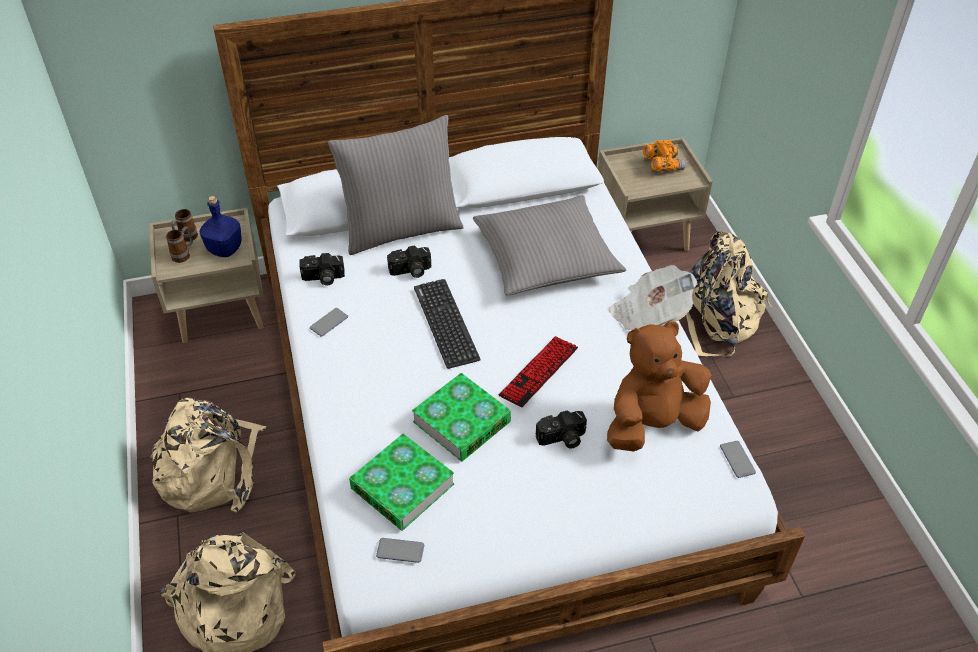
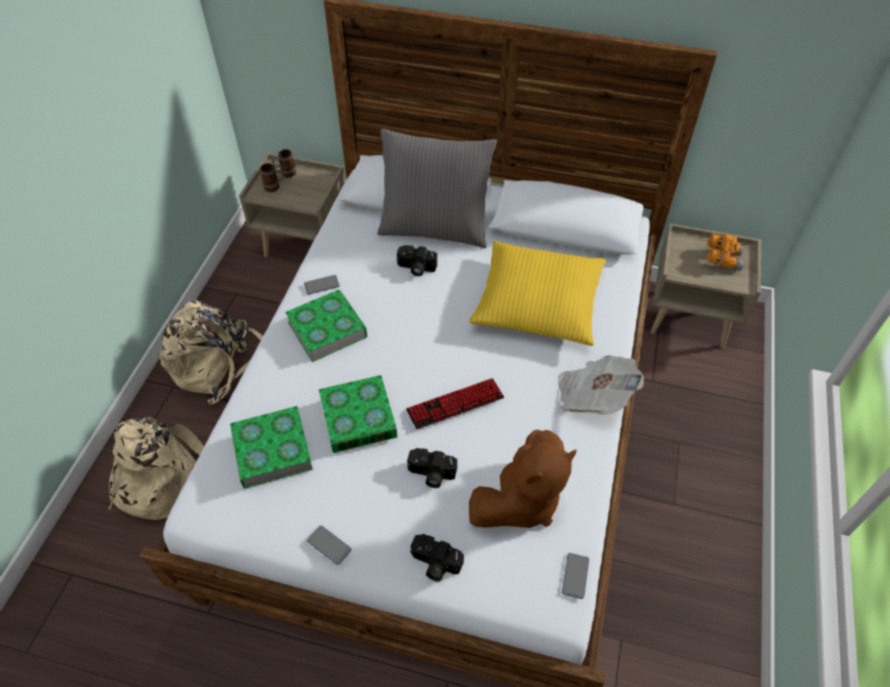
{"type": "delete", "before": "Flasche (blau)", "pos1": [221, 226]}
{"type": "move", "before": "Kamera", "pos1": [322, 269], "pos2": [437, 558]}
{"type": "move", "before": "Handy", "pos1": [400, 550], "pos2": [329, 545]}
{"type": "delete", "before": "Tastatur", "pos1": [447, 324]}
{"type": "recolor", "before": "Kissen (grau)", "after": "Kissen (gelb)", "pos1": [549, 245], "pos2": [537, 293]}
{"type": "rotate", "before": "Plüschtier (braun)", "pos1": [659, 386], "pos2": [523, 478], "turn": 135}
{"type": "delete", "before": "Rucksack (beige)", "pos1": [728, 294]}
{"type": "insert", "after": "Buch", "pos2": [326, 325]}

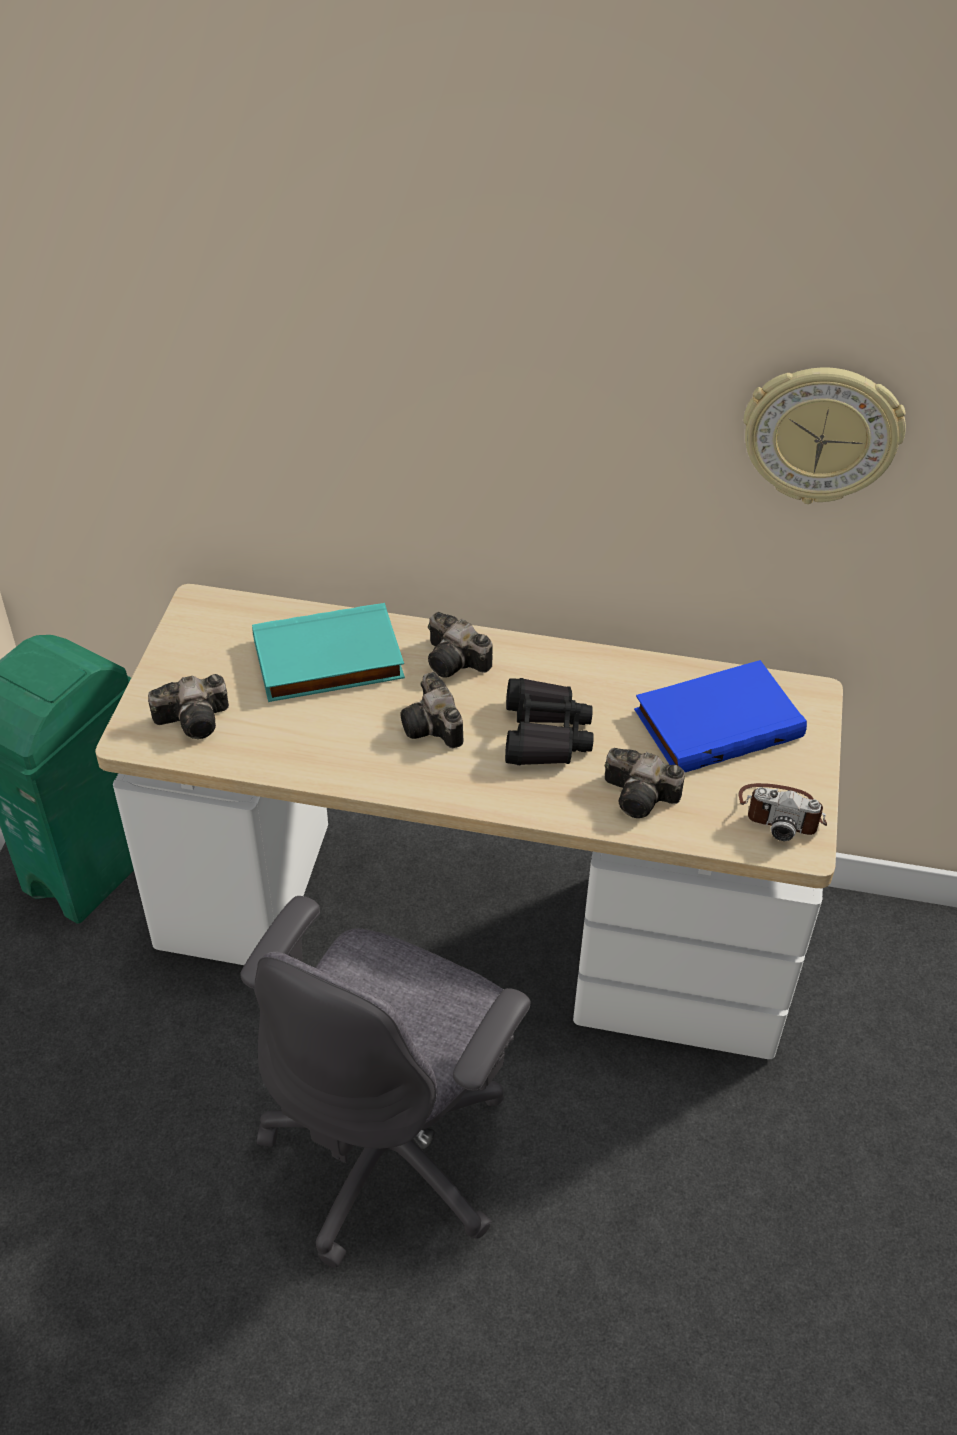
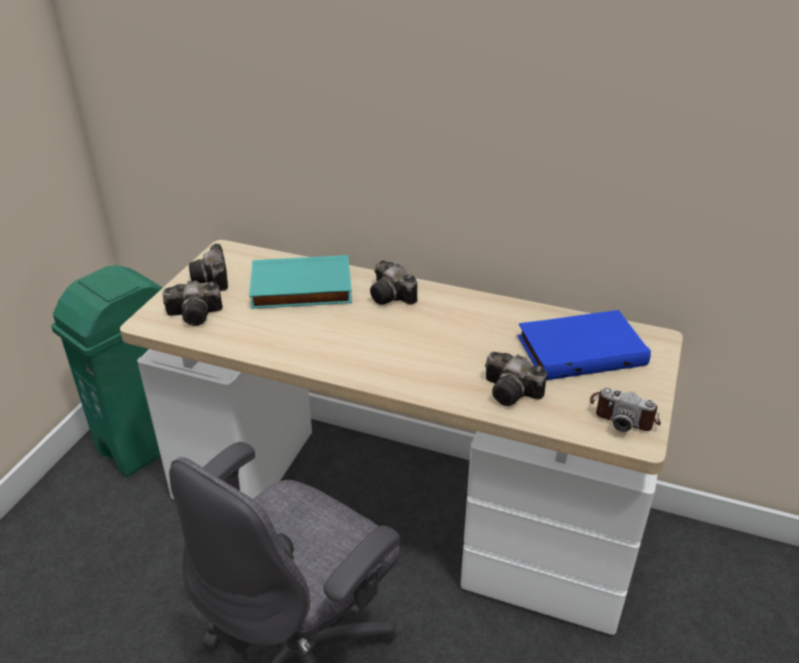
{"type": "move", "before": "Kamera", "pos1": [432, 710], "pos2": [208, 267]}
{"type": "delete", "before": "Fernglas (schwarz)", "pos1": [549, 721]}
{"type": "delete", "before": "Wanduhr", "pos1": [824, 436]}

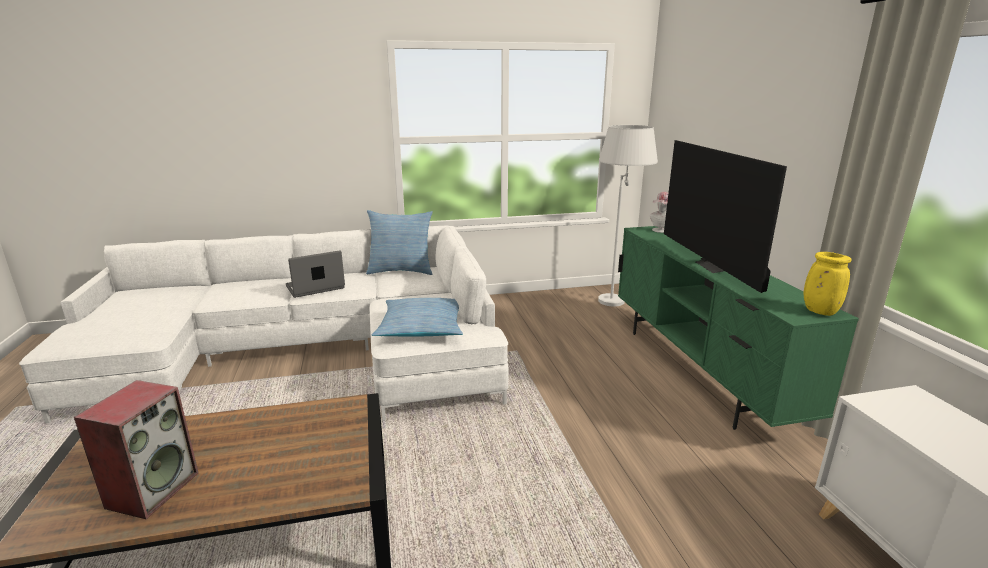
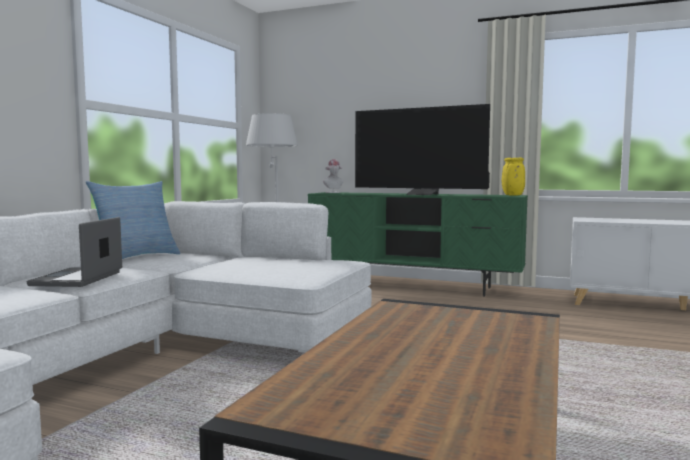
{"type": "delete", "before": "Lautsprecher", "pos1": [136, 449]}
{"type": "delete", "before": "Kissen", "pos1": [417, 317]}

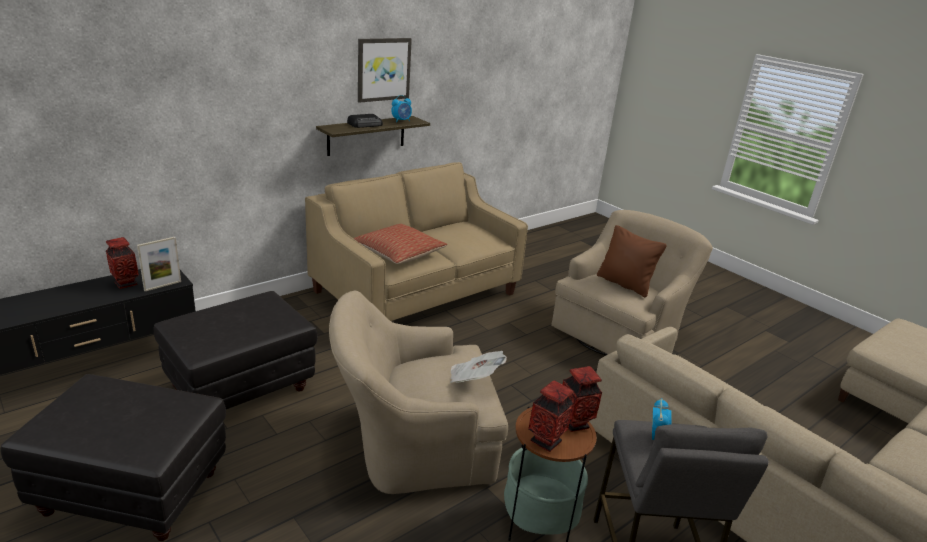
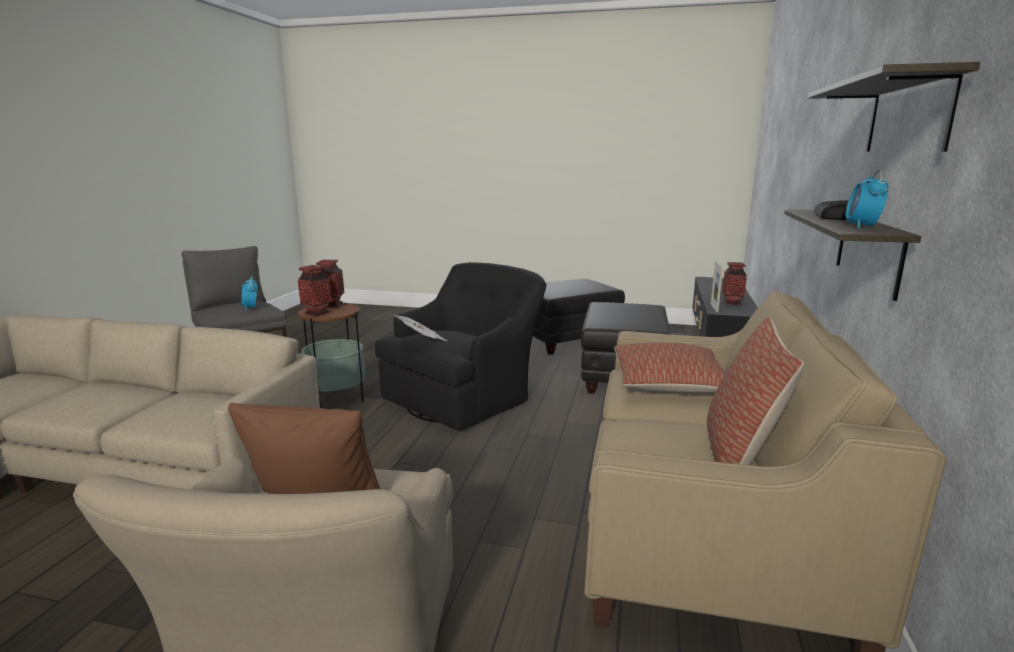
{"type": "recolor", "before": "Sessel (beige)", "after": "Sessel (schwarz)", "pos1": [418, 392], "pos2": [461, 346]}
{"type": "replace", "before": "Bild", "after": "Wandregal", "pos1": [385, 70], "pos2": [893, 107]}
{"type": "insert", "after": "Kissen", "pos2": [755, 391]}

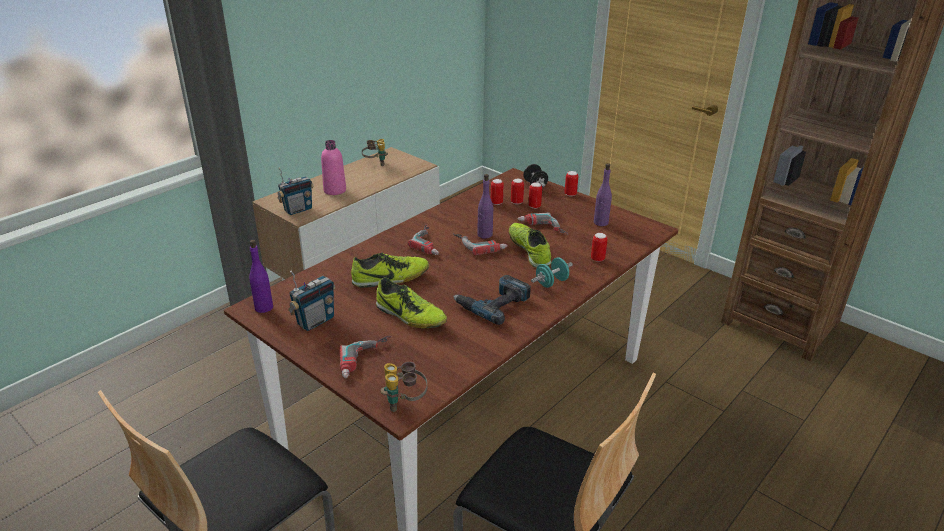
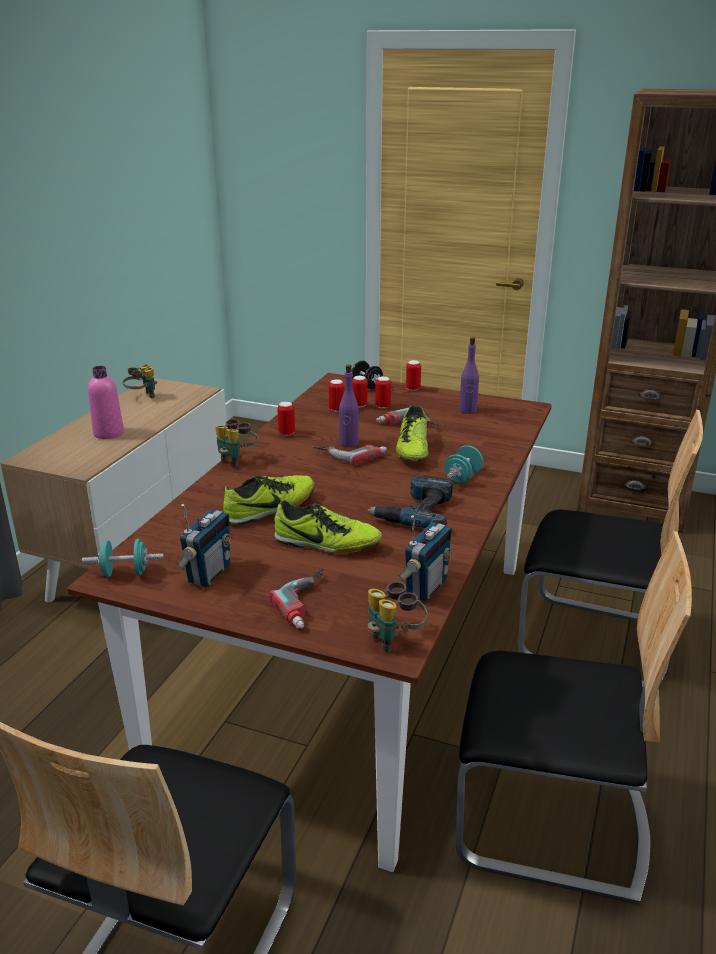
{"type": "replace", "before": "Flasche (lila)", "after": "Hantel (türkis)", "pos1": [261, 276], "pos2": [123, 558]}
{"type": "move", "before": "Radio", "pos1": [295, 191], "pos2": [424, 558]}
{"type": "delete", "before": "Bohrmaschine", "pos1": [423, 239]}
{"type": "rotate", "before": "Schuh", "pos1": [530, 245], "pos2": [412, 433], "turn": -135}
{"type": "move", "before": "Dose", "pos1": [599, 247], "pos2": [286, 418]}
{"type": "insert", "after": "Fernglas", "pos2": [236, 443]}
{"type": "insert", "after": "Stuhl", "pos2": [610, 550]}

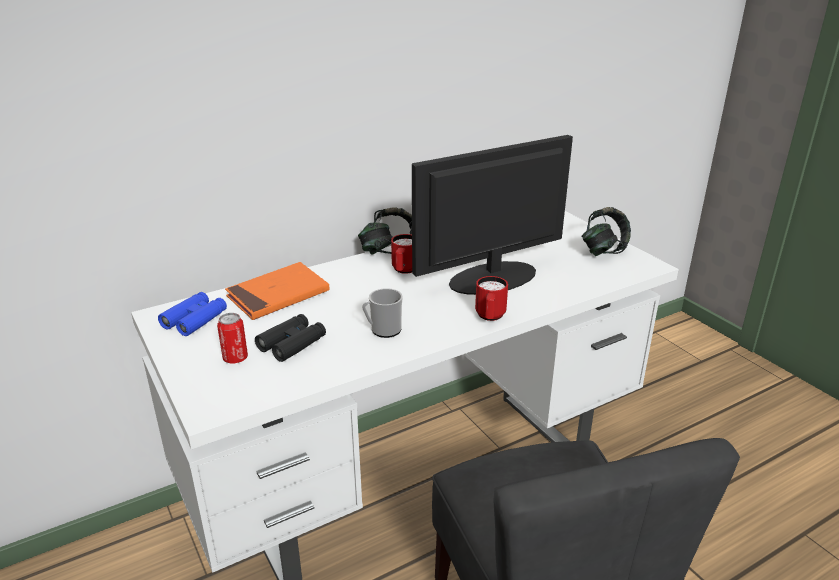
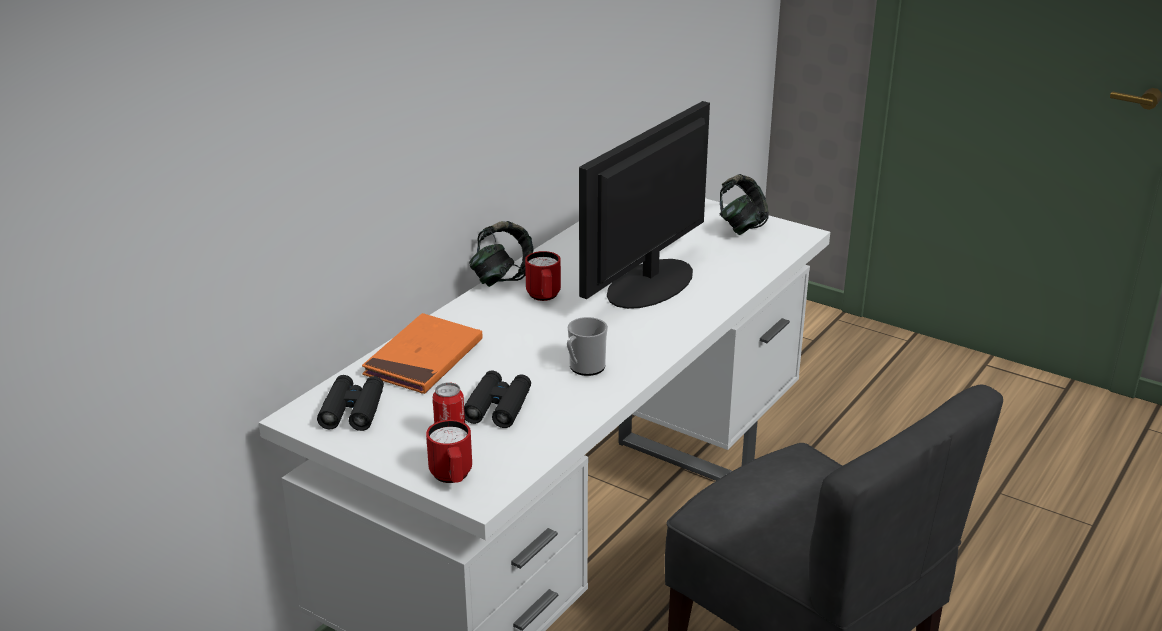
{"type": "recolor", "before": "Fernglas (blau)", "after": "Fernglas (schwarz)", "pos1": [192, 314], "pos2": [350, 403]}
{"type": "move", "before": "Henkelbecher (rot)", "pos1": [491, 298], "pos2": [449, 451]}

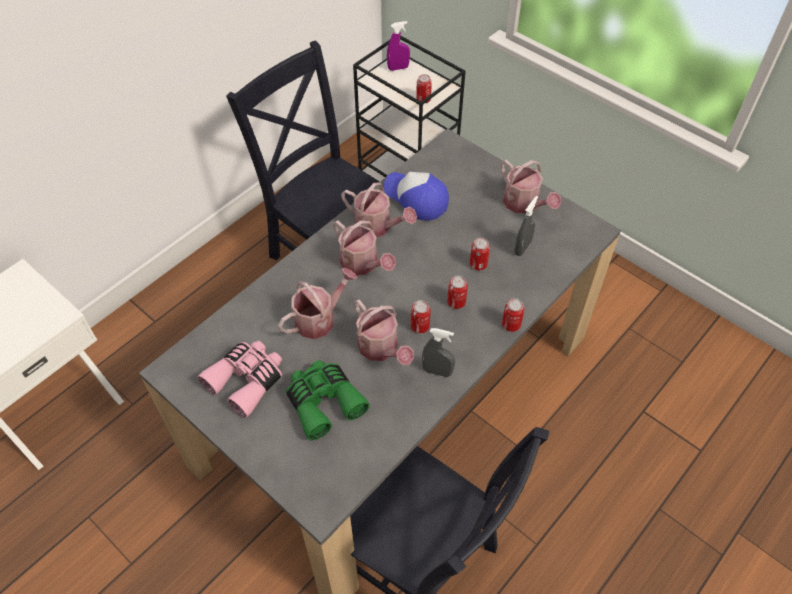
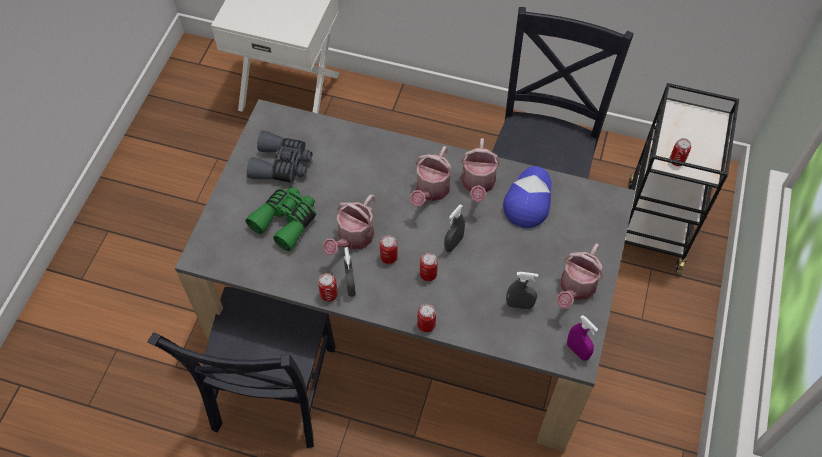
{"type": "recolor", "before": "Fernglas (rosa)", "after": "Fernglas (grau)", "pos1": [239, 379], "pos2": [279, 156]}
{"type": "delete", "before": "Gießkanne", "pos1": [318, 303]}
{"type": "move", "before": "Sprühflasche (lila)", "pos1": [398, 46], "pos2": [582, 338]}
{"type": "move", "before": "Dose", "pos1": [480, 254], "pos2": [328, 287]}
{"type": "insert", "after": "Sprühflasche (grau)", "pos2": [454, 228]}

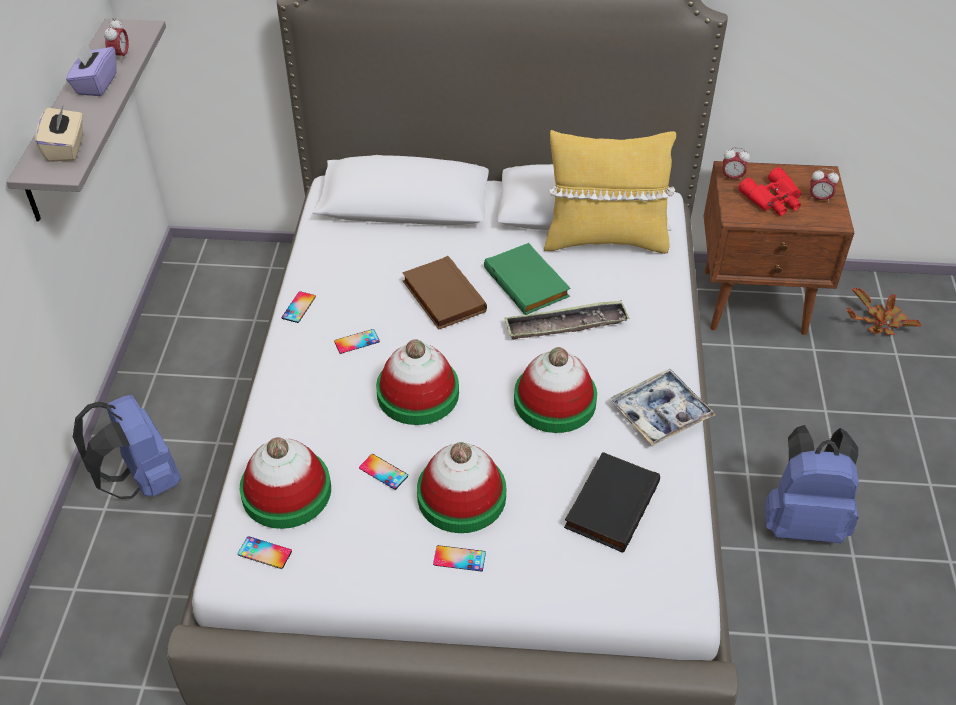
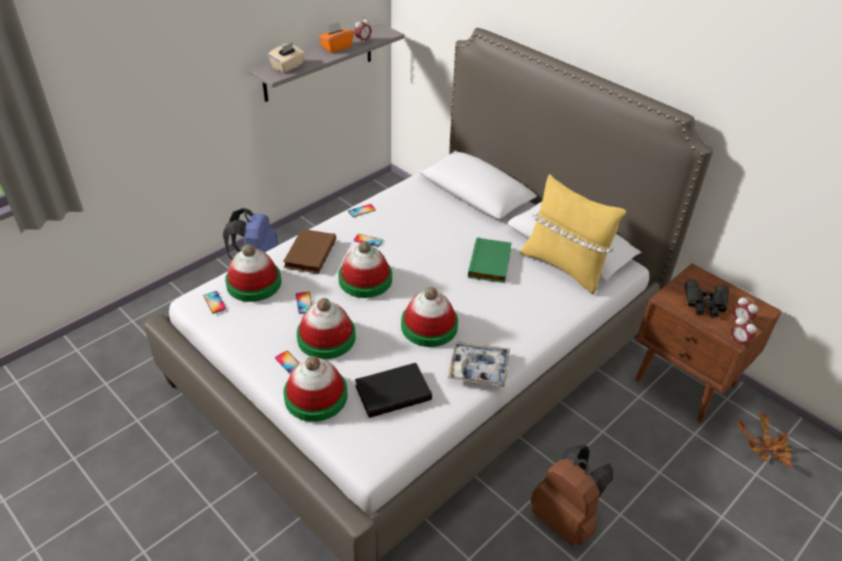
{"type": "recolor", "before": "Taschentuchbox (lila)", "after": "Taschentuchbox (orange)", "pos1": [91, 68], "pos2": [336, 37]}
{"type": "move", "before": "Buch (braun)", "pos1": [444, 293], "pos2": [309, 251]}
{"type": "delete", "before": "Tablett", "pos1": [567, 320]}
{"type": "move", "before": "Wecker", "pos1": [736, 164], "pos2": [743, 331]}
{"type": "recolor", "before": "Fernglas (rot)", "after": "Fernglas (schwarz)", "pos1": [770, 191], "pos2": [707, 298]}
{"type": "recolor", "before": "Rucksack (blau)", "after": "Rucksack (braun)", "pos1": [812, 484], "pos2": [572, 495]}
{"type": "insert", "after": "Hut", "pos2": [315, 389]}

